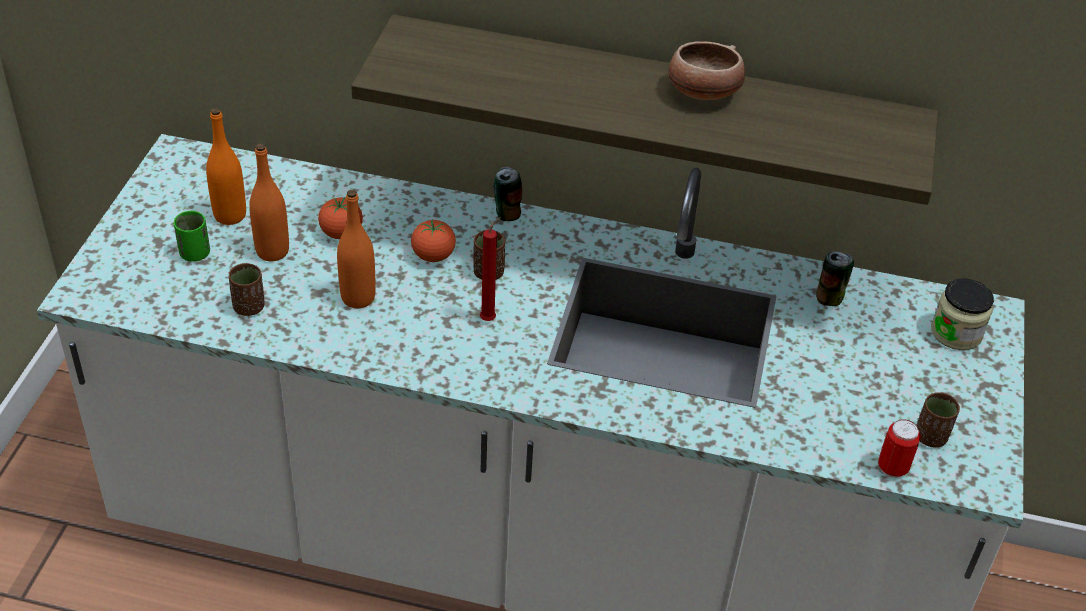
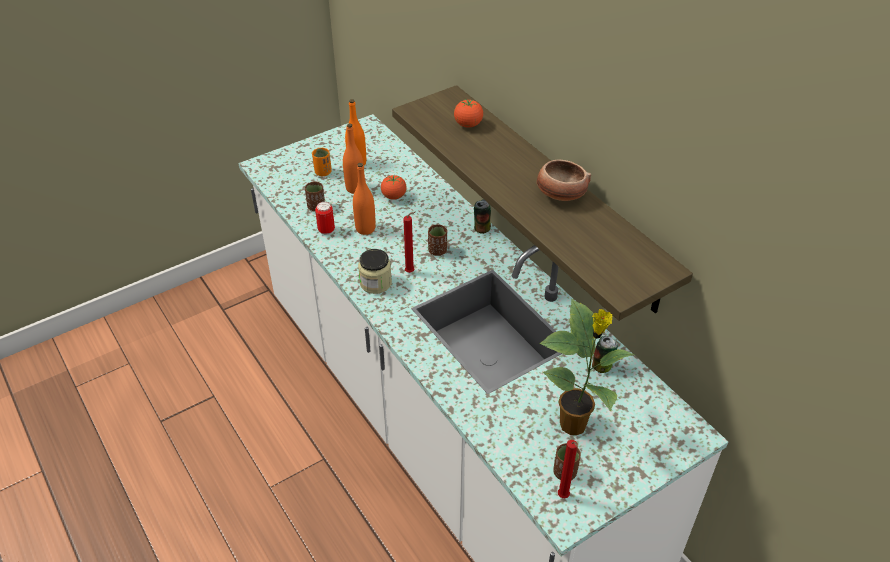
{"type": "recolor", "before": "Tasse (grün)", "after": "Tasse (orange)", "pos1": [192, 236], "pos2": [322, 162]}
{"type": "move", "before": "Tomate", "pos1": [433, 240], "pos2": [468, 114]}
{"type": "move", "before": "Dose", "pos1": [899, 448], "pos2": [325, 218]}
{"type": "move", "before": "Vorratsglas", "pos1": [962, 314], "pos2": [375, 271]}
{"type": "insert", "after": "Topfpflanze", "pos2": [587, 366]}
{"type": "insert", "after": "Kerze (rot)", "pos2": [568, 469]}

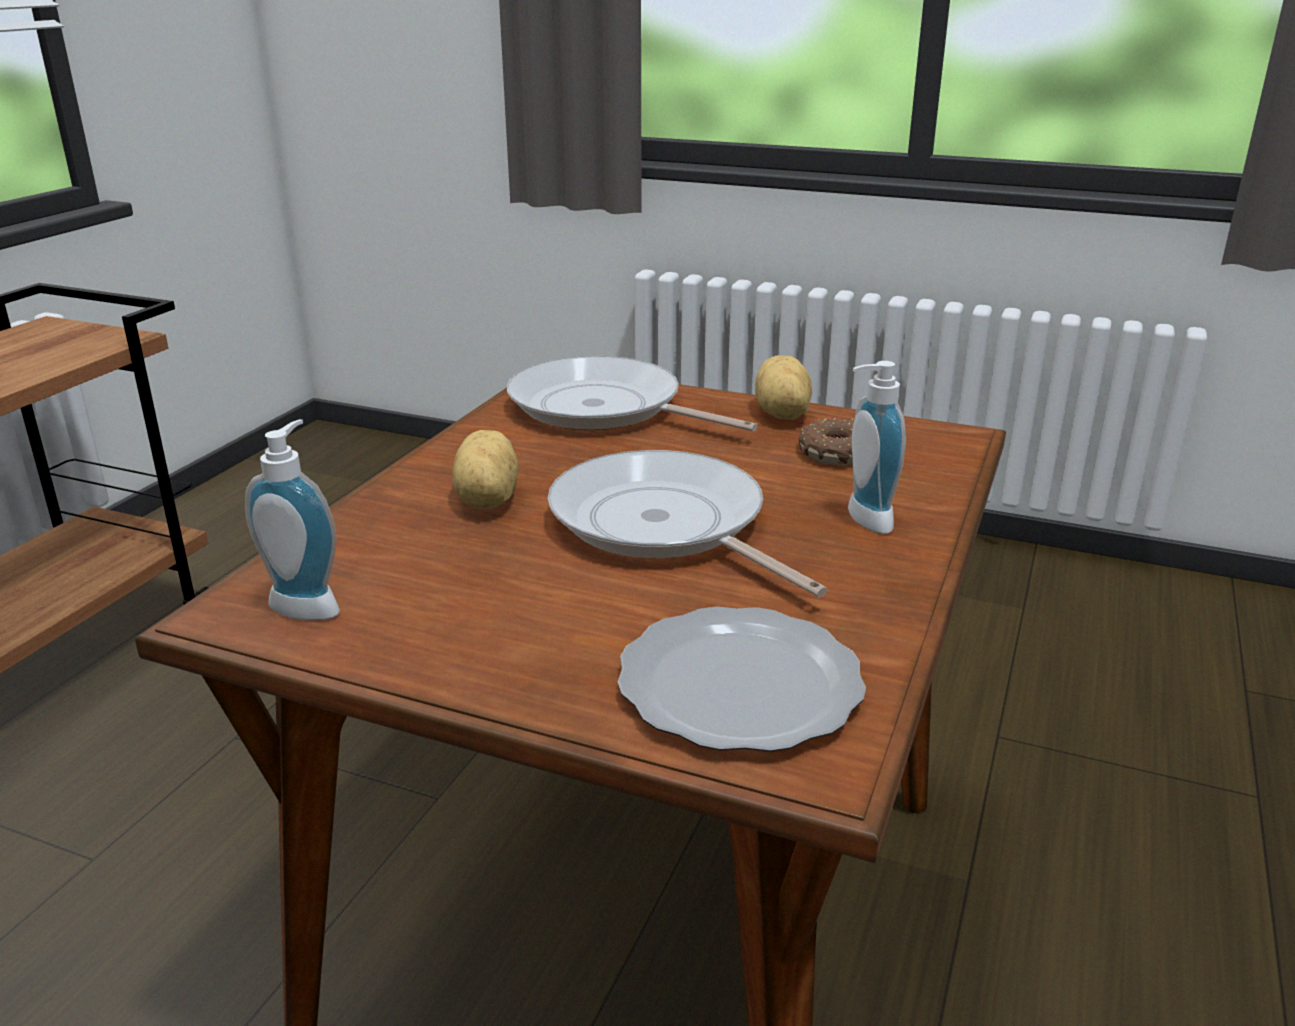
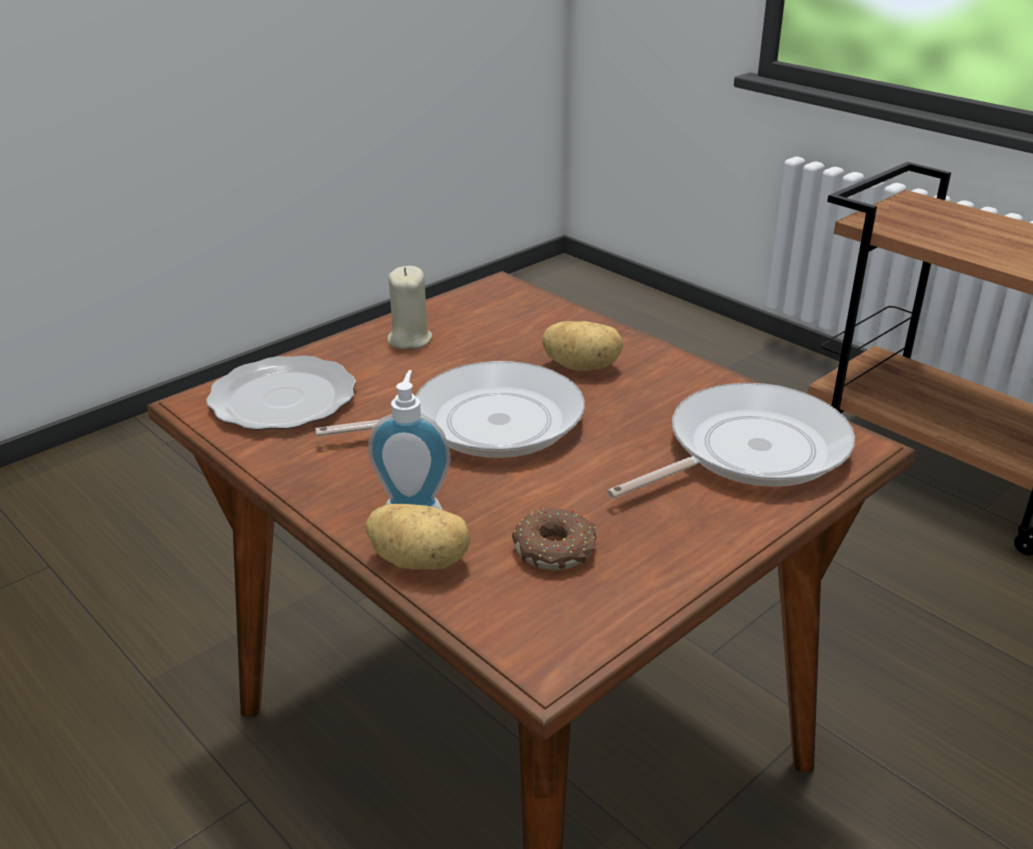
{"type": "delete", "before": "Seifenspender", "pos1": [292, 519]}
{"type": "move", "before": "Kartoffel", "pos1": [783, 387], "pos2": [418, 537]}
{"type": "insert", "after": "Kerze (beige)", "pos2": [409, 307]}

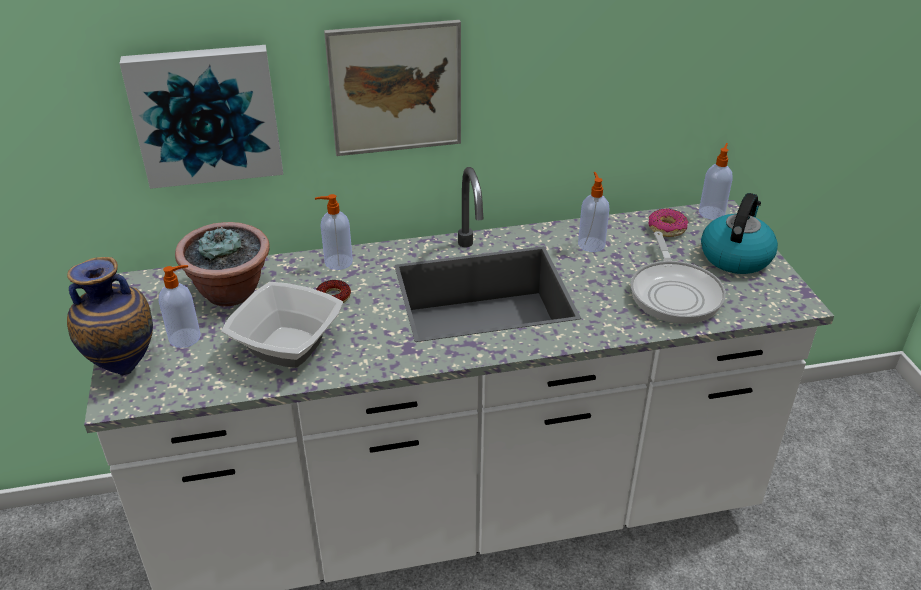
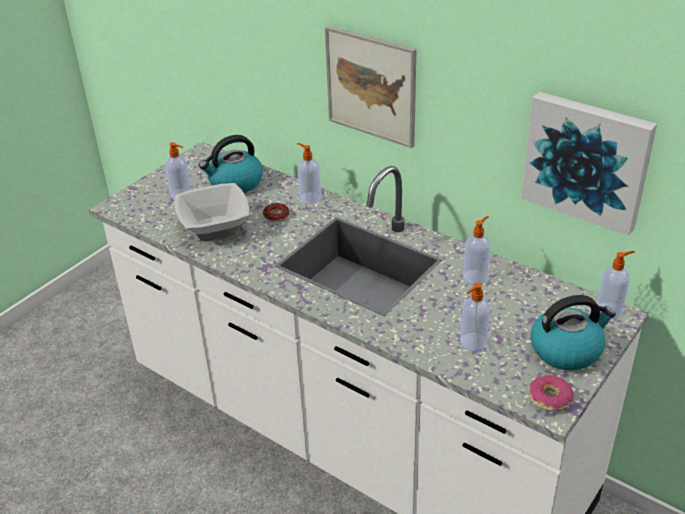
{"type": "delete", "before": "Vase", "pos1": [110, 316]}
{"type": "move", "before": "Bild", "pos1": [201, 117], "pos2": [589, 163]}
{"type": "replace", "before": "Topfpflanze", "after": "Wasserkessel", "pos1": [222, 264], "pos2": [231, 164]}
{"type": "replace", "before": "Pfanne", "after": "Seifenspender", "pos1": [678, 277], "pos2": [475, 316]}
{"type": "move", "before": "Donut", "pos1": [668, 222], "pos2": [552, 393]}

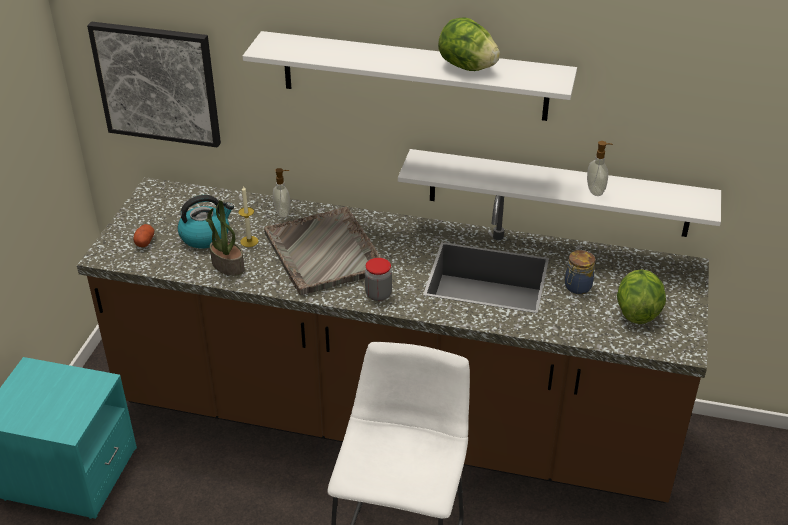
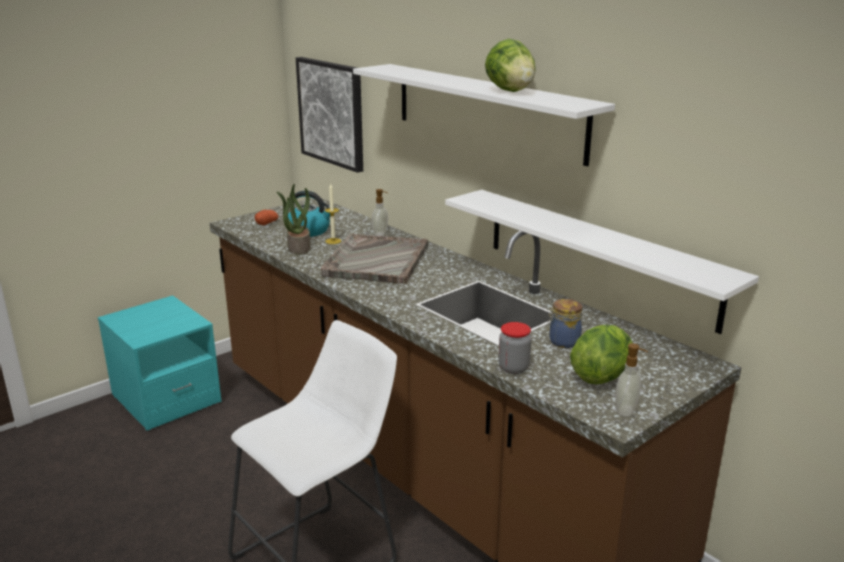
{"type": "move", "before": "Vorratsglas", "pos1": [378, 279], "pos2": [515, 348]}
{"type": "move", "before": "Seifenspender", "pos1": [600, 168], "pos2": [631, 379]}

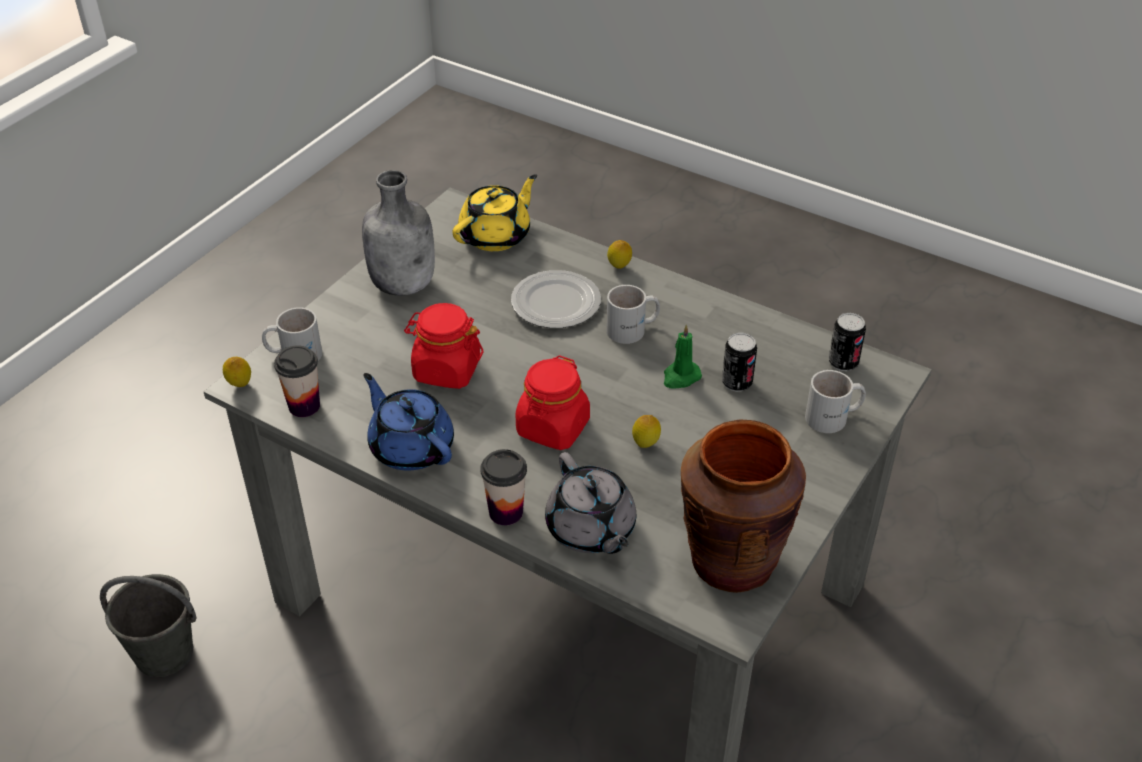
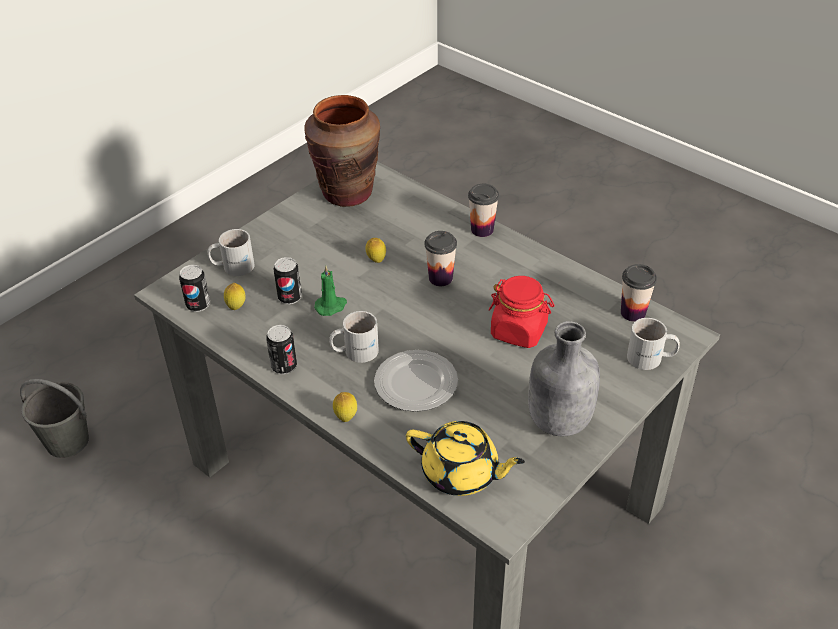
{"type": "move", "before": "Eimer (grau)", "pos1": [148, 625], "pos2": [54, 418]}
{"type": "move", "before": "Zitrone", "pos1": [237, 372], "pos2": [235, 296]}
{"type": "delete", "before": "Teekanne (blau)", "pos1": [408, 422]}
{"type": "rotate", "before": "Teekanne (gelb)", "pos1": [494, 212], "pos2": [465, 458], "turn": -120}
{"type": "replace", "before": "Vorratsglas (rot)", "after": "Tasse", "pos1": [553, 402], "pos2": [440, 258]}
{"type": "delete", "before": "Teekanne (grau)", "pos1": [590, 503]}
{"type": "insert", "after": "Dose", "pos2": [281, 349]}

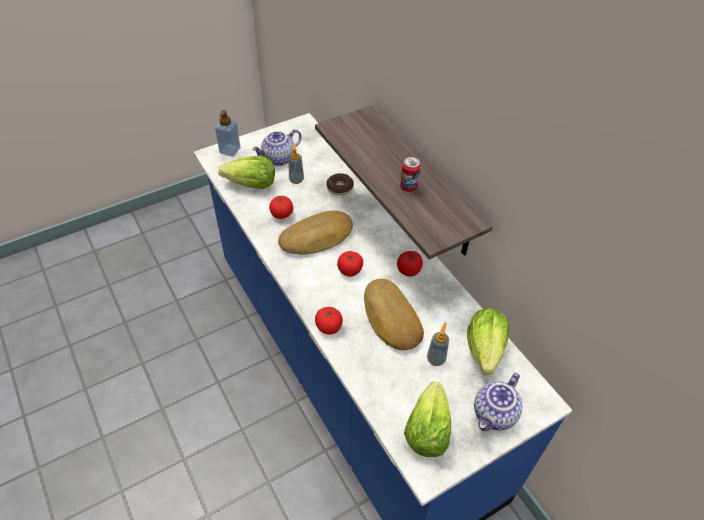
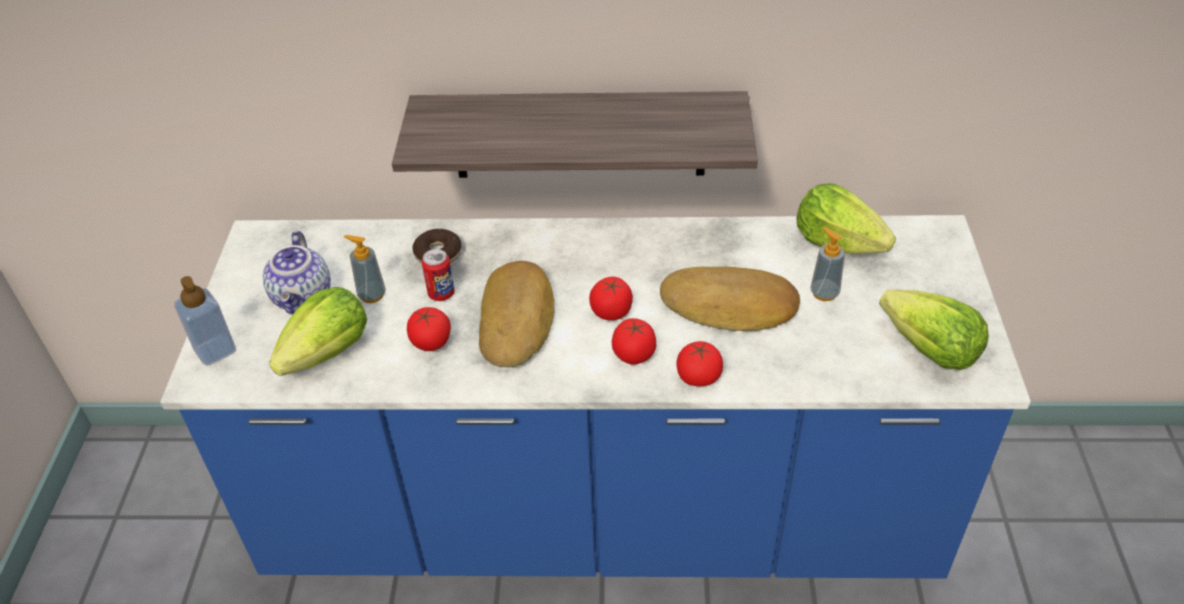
{"type": "move", "before": "Tomate", "pos1": [410, 263], "pos2": [634, 341]}
{"type": "move", "before": "Dose", "pos1": [410, 174], "pos2": [438, 275]}
{"type": "delete", "before": "Teekanne", "pos1": [498, 402]}

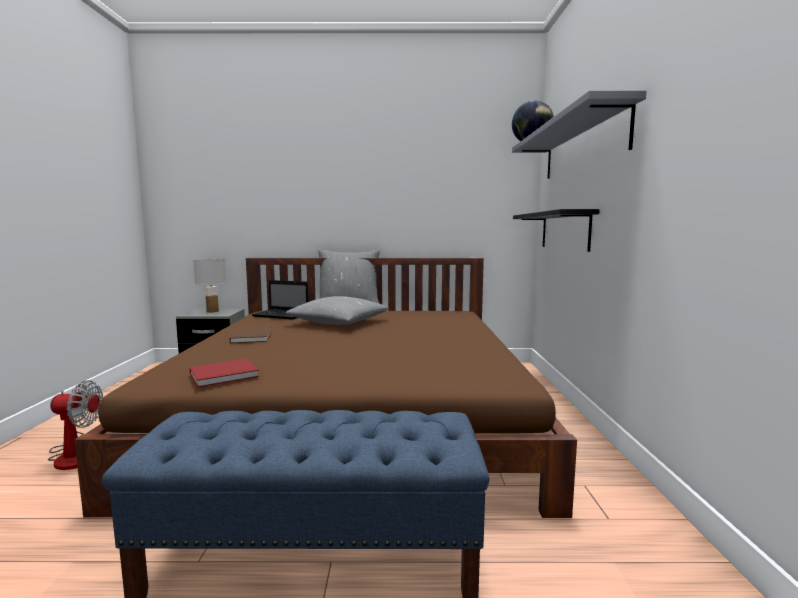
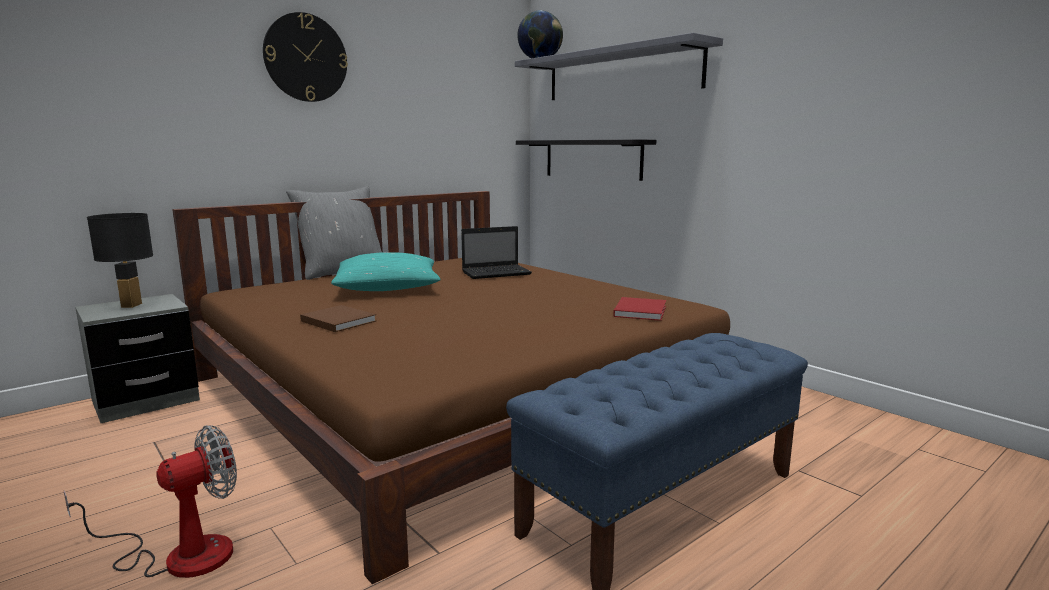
{"type": "move", "before": "Buch (rot)", "pos1": [224, 373], "pos2": [639, 309]}
{"type": "recolor", "before": "Tischlampe (weiß)", "after": "Tischlampe (schwarz)", "pos1": [210, 285], "pos2": [120, 260]}
{"type": "move", "before": "Laptop", "pos1": [280, 299], "pos2": [496, 252]}
{"type": "recolor", "before": "Kissen (grau)", "after": "Kissen (türkis)", "pos1": [337, 310], "pos2": [386, 271]}
{"type": "insert", "after": "Wanduhr", "pos2": [305, 57]}

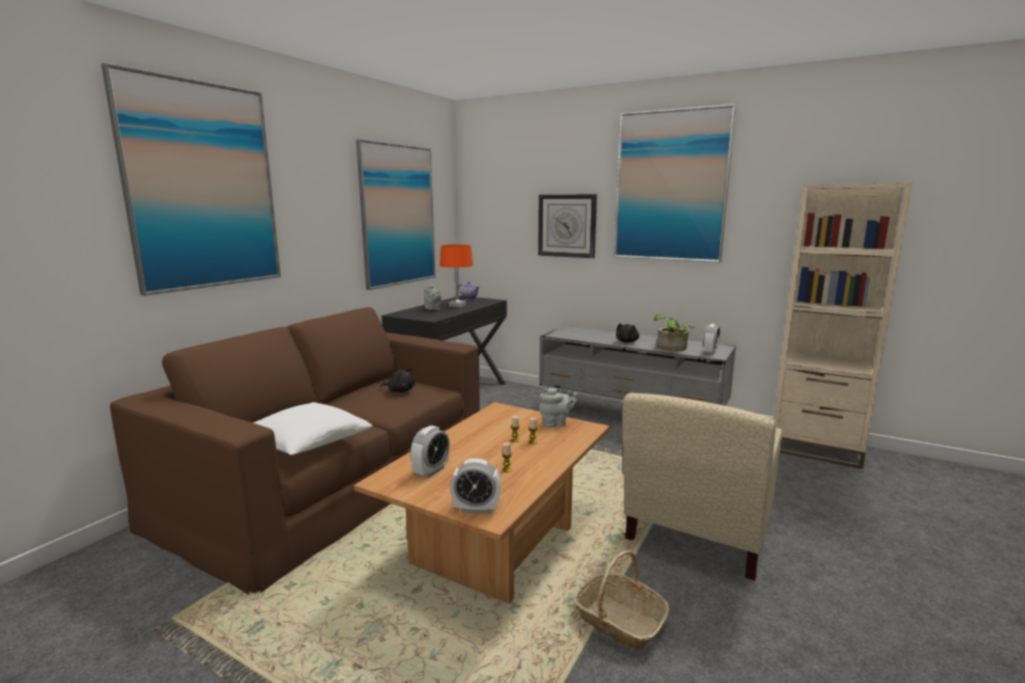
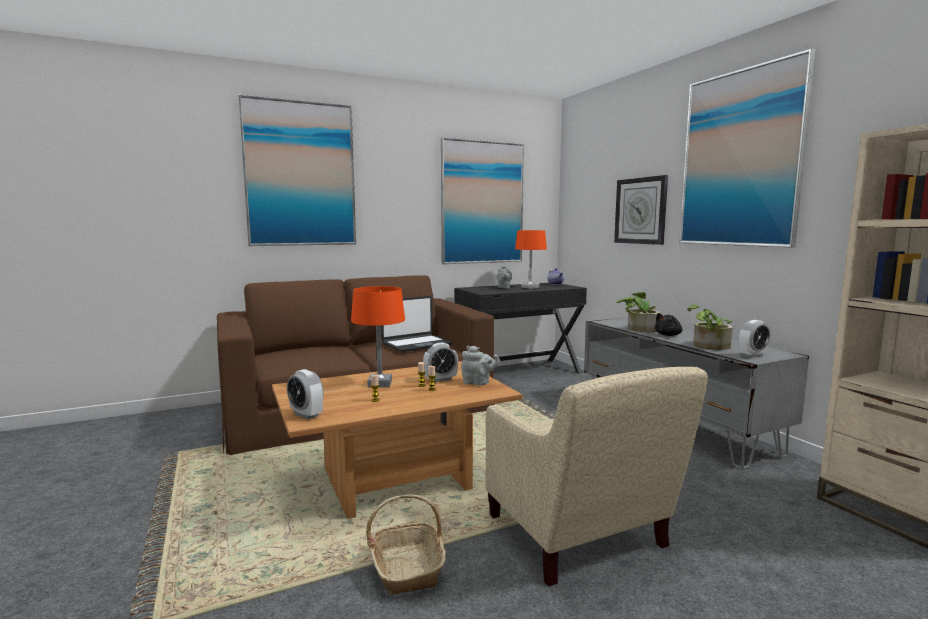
{"type": "delete", "before": "Kissen (weiß)", "pos1": [312, 428]}
{"type": "replace", "before": "Plüschtier (schwarz)", "after": "Laptop", "pos1": [398, 379], "pos2": [417, 324]}
{"type": "move", "before": "Wecker", "pos1": [430, 452], "pos2": [440, 362]}
{"type": "rotate", "before": "Sessel (beige)", "pos1": [702, 487], "pos2": [596, 476], "turn": -90}
{"type": "insert", "after": "Tischlampe (orange)", "pos2": [378, 337]}
{"type": "insert", "after": "Topfpflanze", "pos2": [638, 312]}

